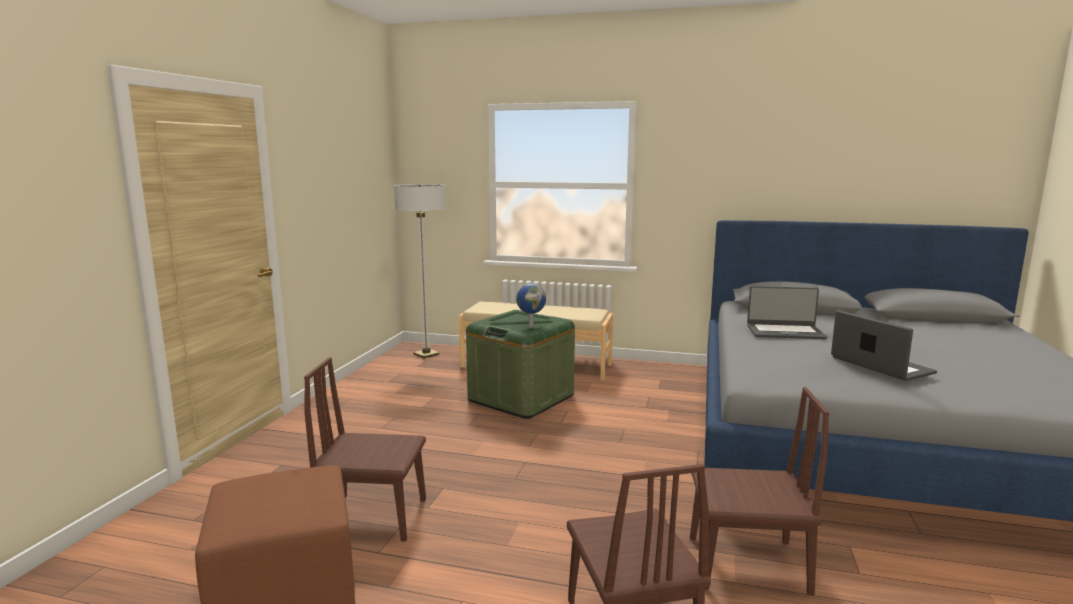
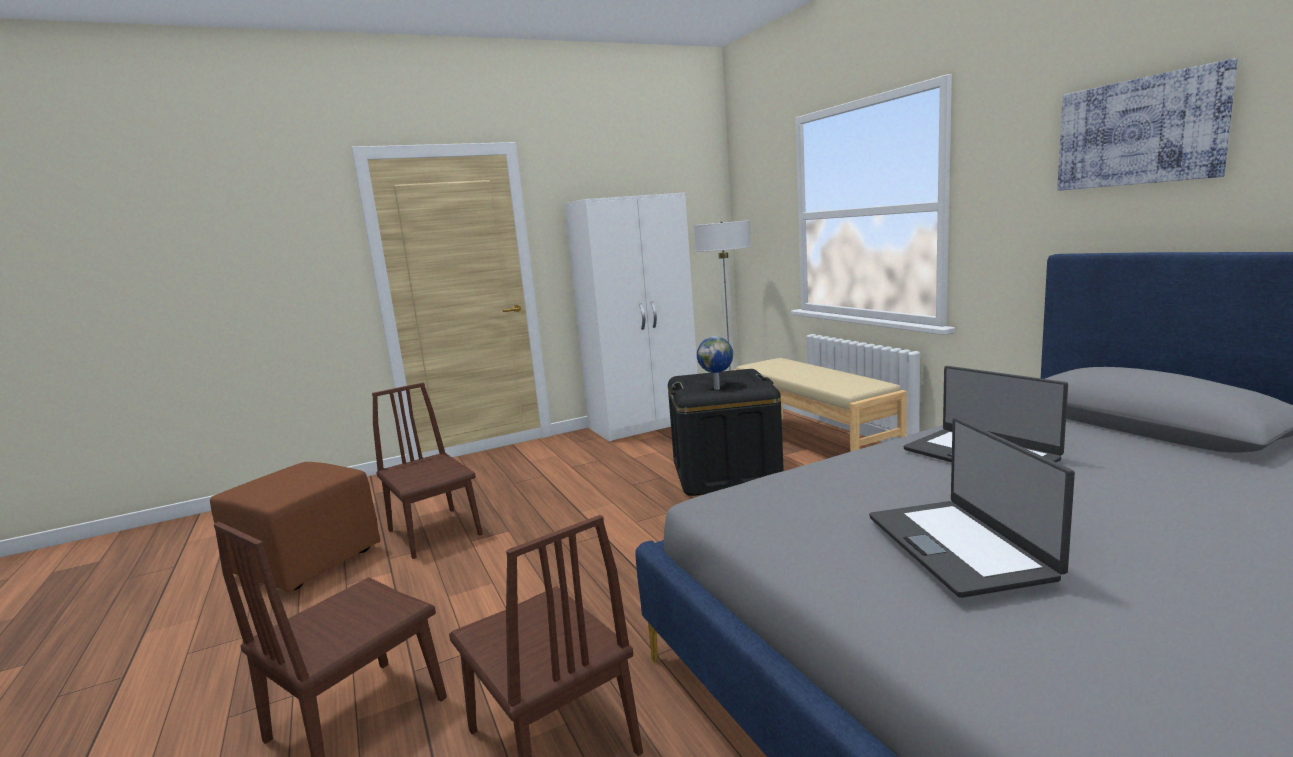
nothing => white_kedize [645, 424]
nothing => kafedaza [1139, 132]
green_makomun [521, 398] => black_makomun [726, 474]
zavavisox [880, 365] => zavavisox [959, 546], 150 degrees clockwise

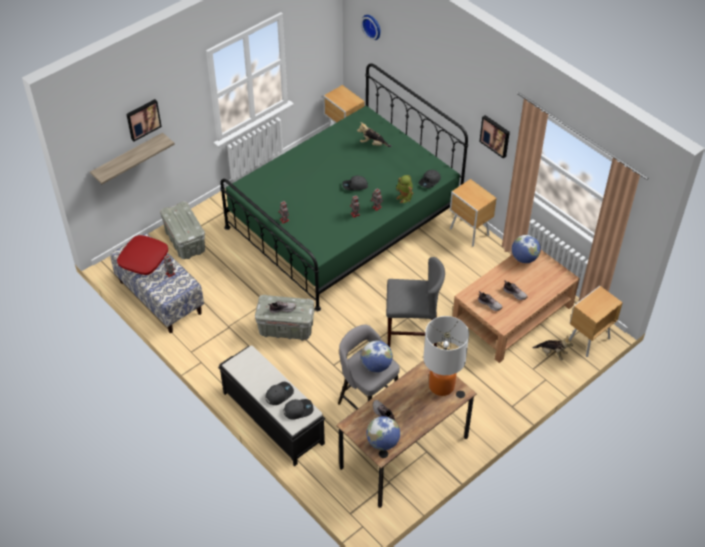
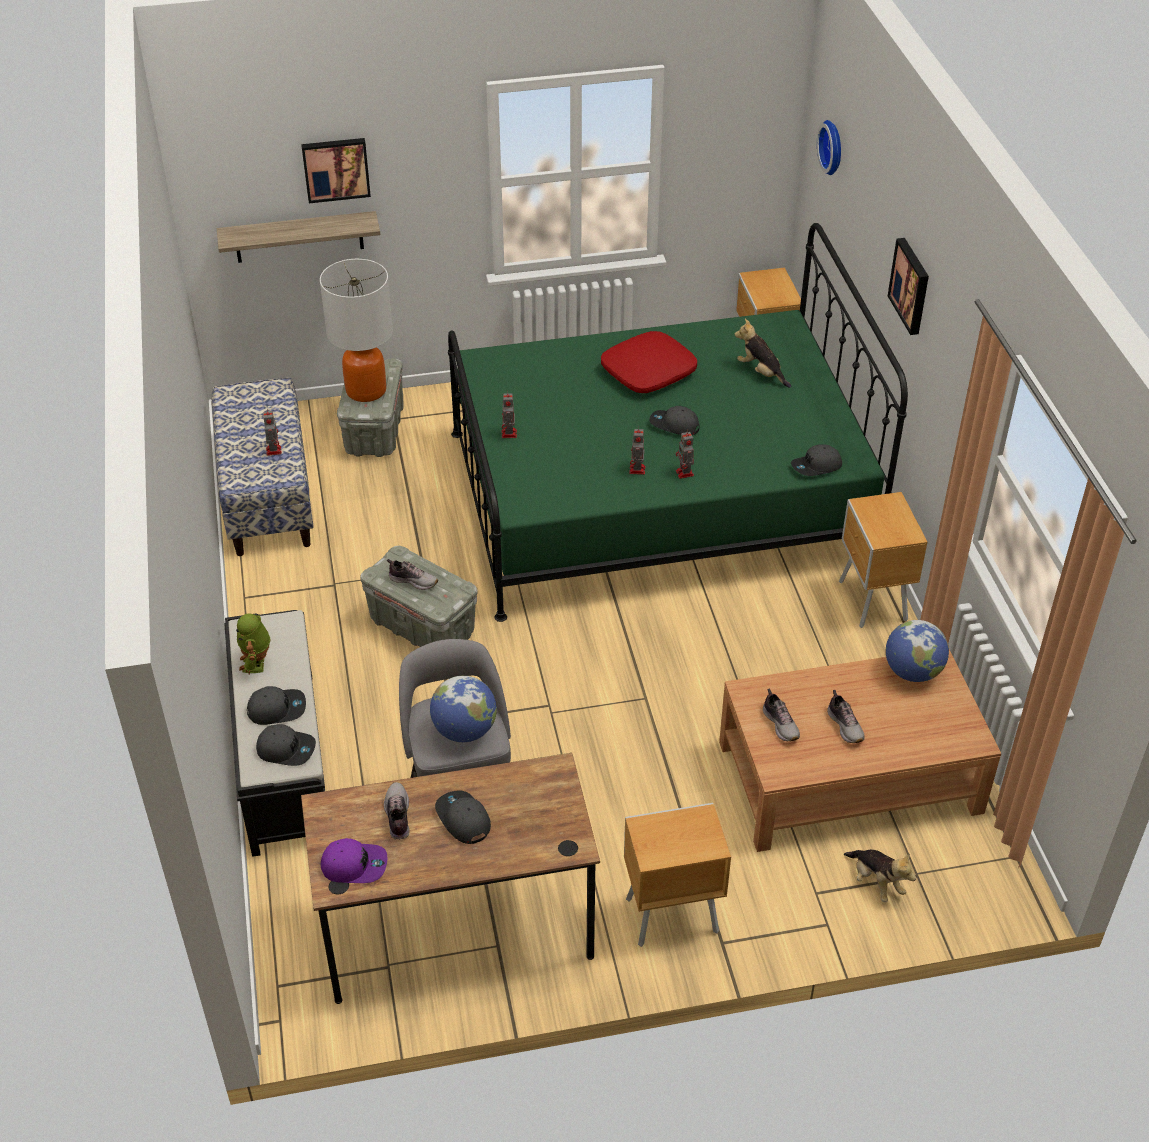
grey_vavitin [412, 331] => nothing
nothing => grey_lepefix [462, 819]
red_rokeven [143, 259] => red_rokeven [648, 371], shifted
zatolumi [404, 198] => zatolumi [257, 663], shifted
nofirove [441, 385] => nofirove [366, 390], shifted
kafedaza [495, 135] => kafedaza [911, 285], shifted
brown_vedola [587, 340] => brown_vedola [669, 915], shifted
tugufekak [383, 442] => purple_lepefix [354, 865]

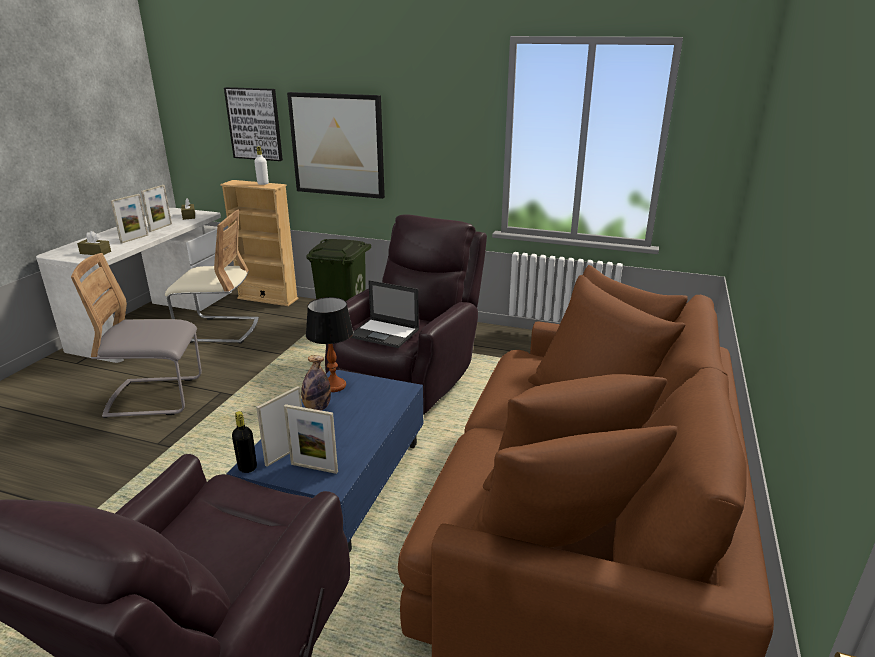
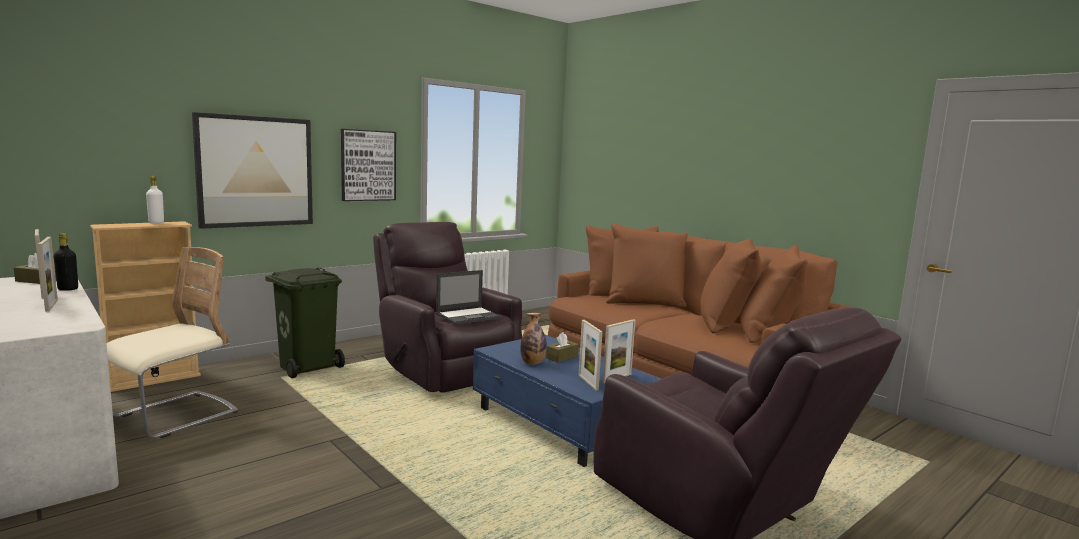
grey_vavitin [155, 397] => nothing
nofirove [333, 386] => nothing
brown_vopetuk [95, 252] => brown_vopetuk [562, 357], shifted
kafedaza [254, 124] => kafedaza [368, 165], shifted
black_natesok [247, 467] => black_natesok [68, 289], shifted

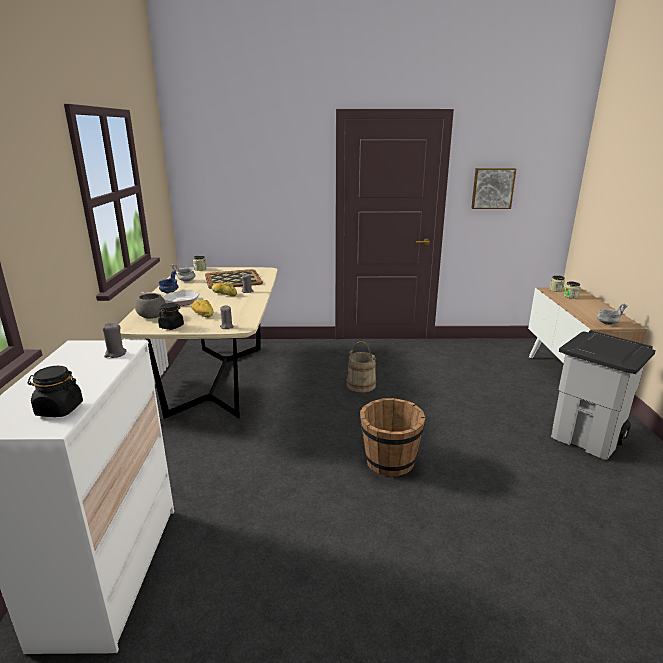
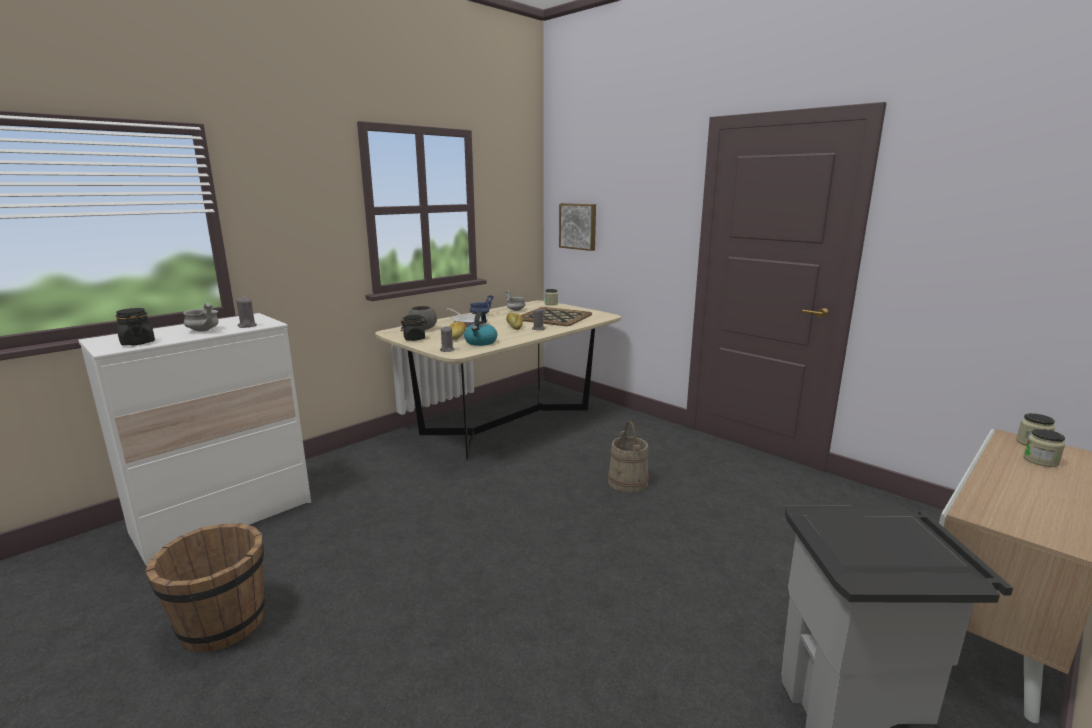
nothing => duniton [480, 342]
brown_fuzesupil [389, 461] => brown_fuzesupil [221, 624], shifted
kafedaza [492, 188] => kafedaza [578, 226], shifted
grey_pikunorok [607, 323] => grey_pikunorok [204, 330], shifted

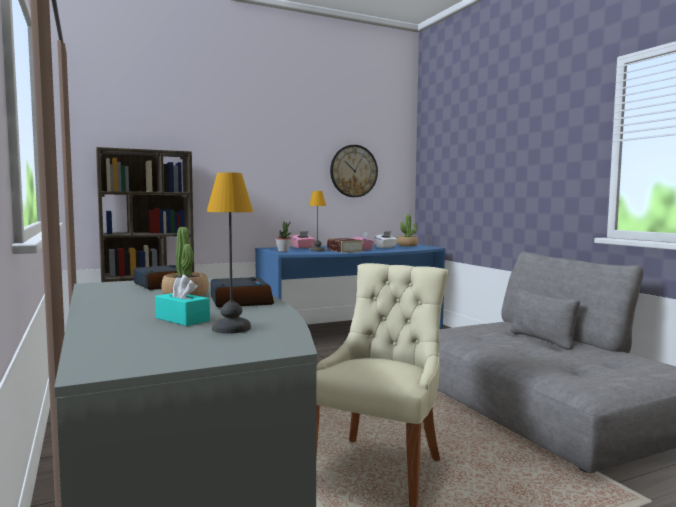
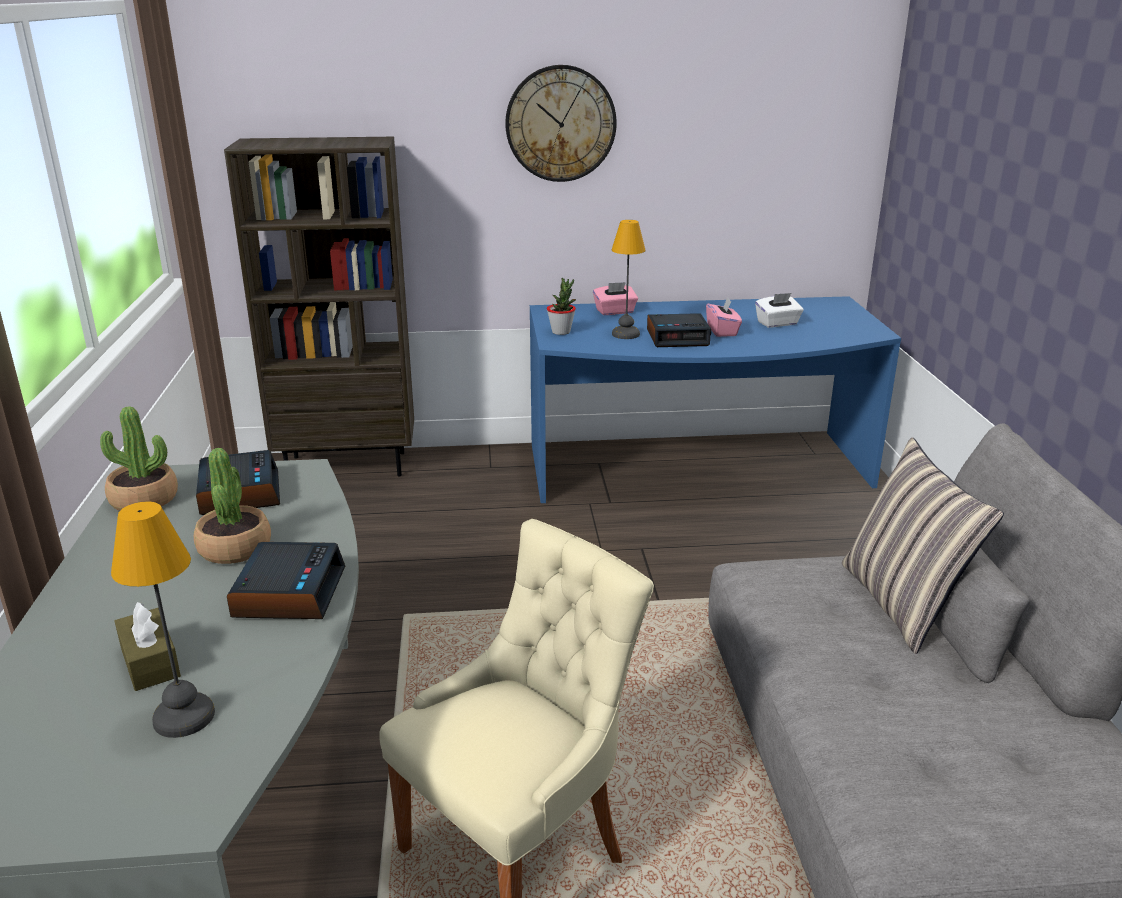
nothing => rokeven [902, 604]
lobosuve [353, 171] => lobosuve [560, 124], shifted
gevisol [407, 245] => gevisol [144, 499], shifted
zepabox [344, 250] => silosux [678, 338]
turquoise_vopetuk [182, 319] => brown_vopetuk [150, 662]

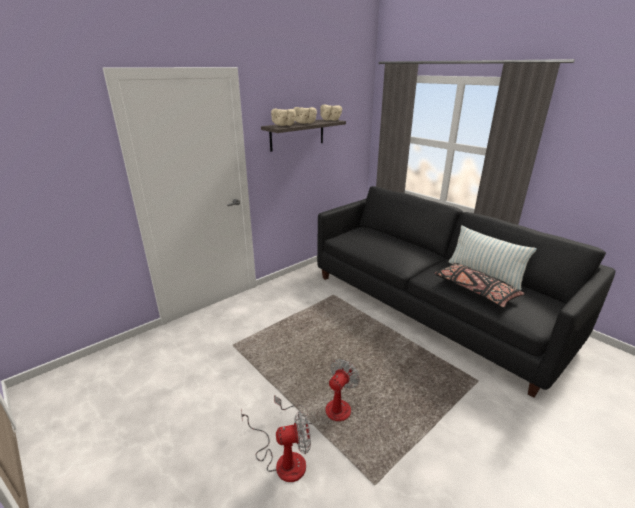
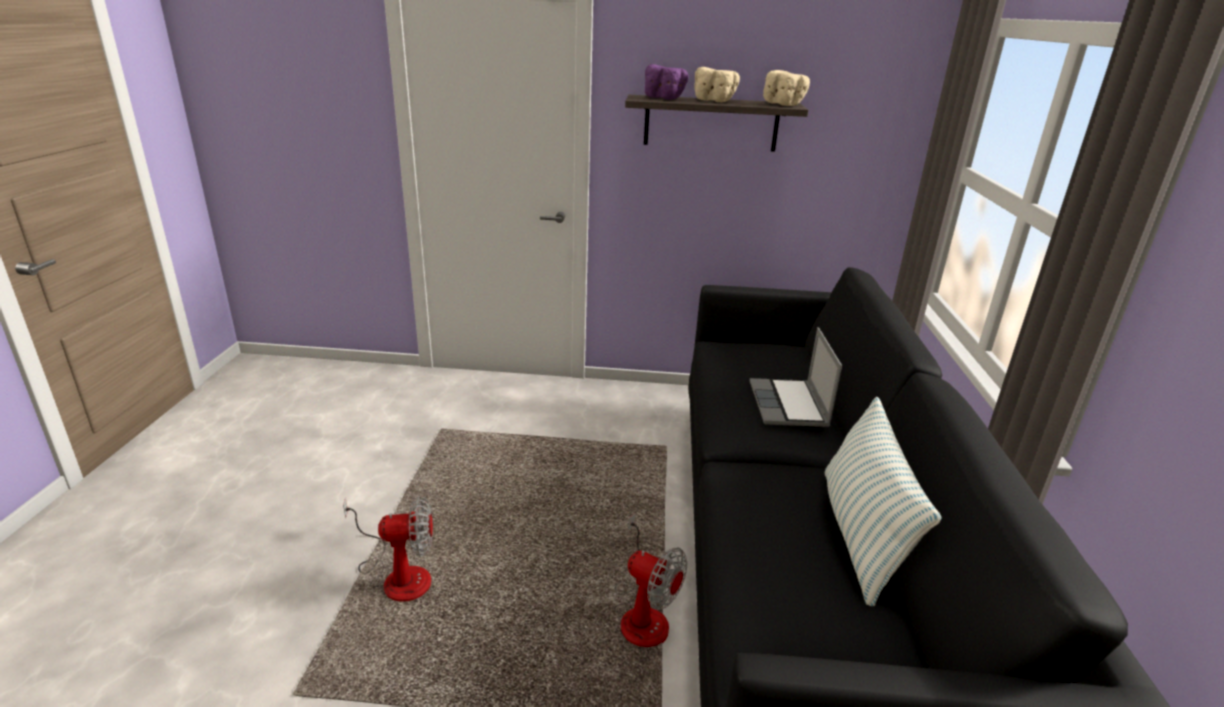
black_rokeven [474, 291] => nothing
nothing => zavavisox [789, 405]
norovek [282, 460] => norovek [642, 613], shifted
beige_pikunorok [284, 125] => purple_pikunorok [664, 98]

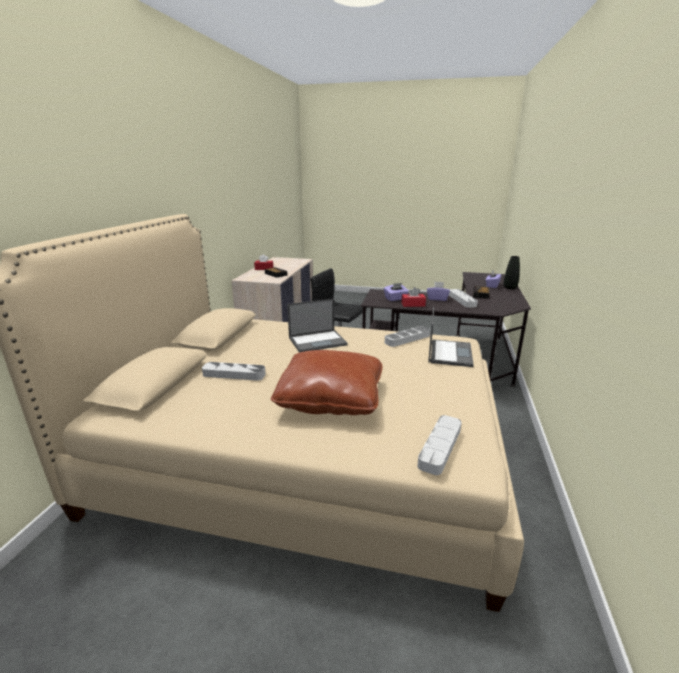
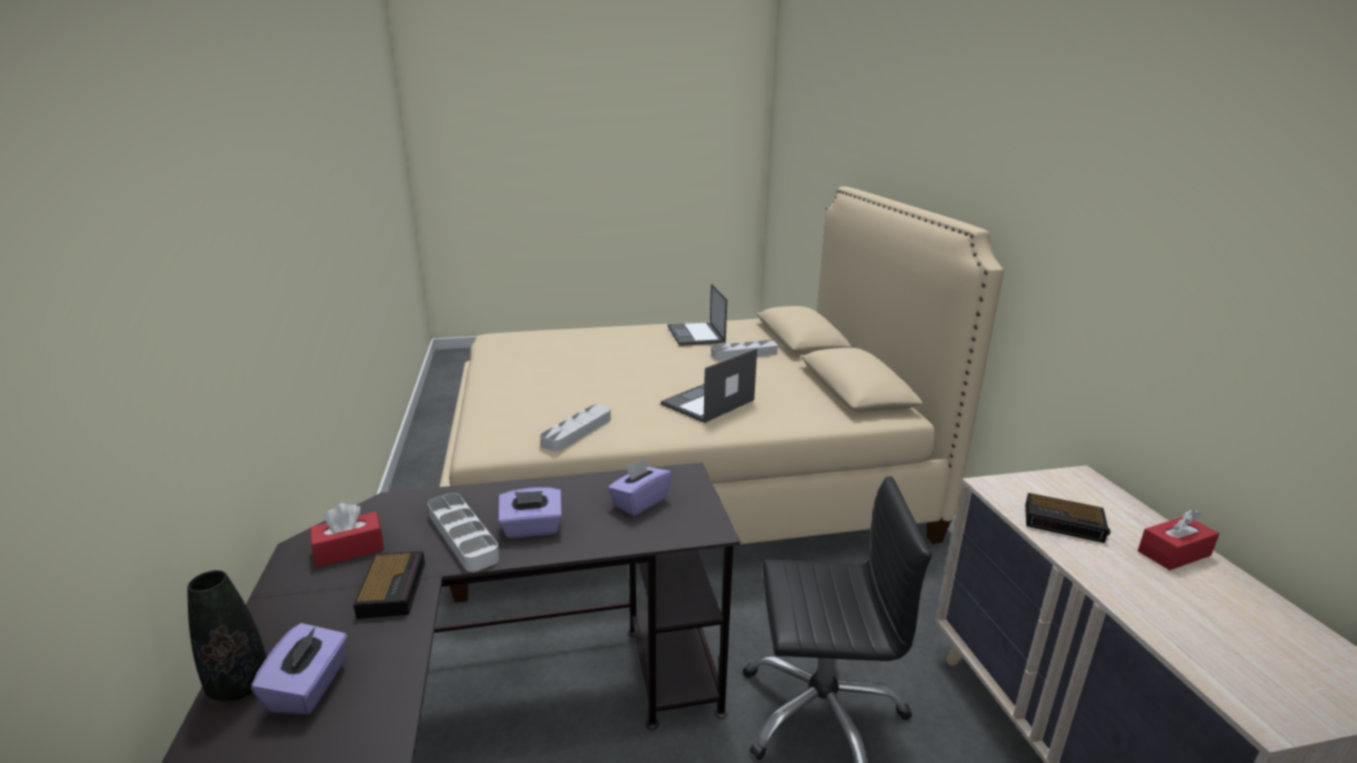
brown_rokeven [330, 398] => nothing
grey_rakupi [440, 447] => nothing
red_vopetuk [413, 304] => red_vopetuk [349, 549], shifted
zavavisox [449, 353] => zavavisox [696, 335], shifted

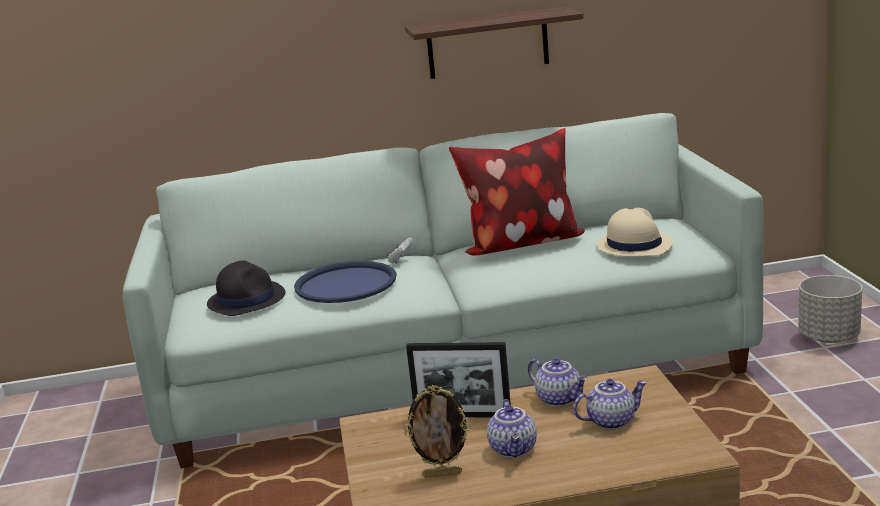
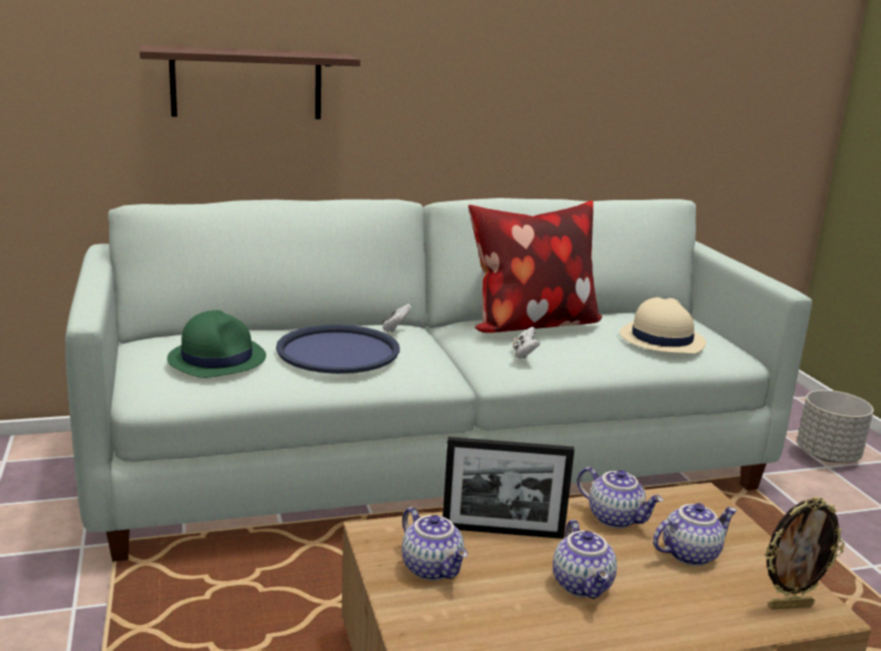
nothing => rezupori [433, 568]
nothing => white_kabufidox [524, 354]
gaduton [442, 474] => gaduton [790, 606], shifted
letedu [487, 43] => letedu [247, 83], shifted
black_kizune [246, 299] => green_kizune [217, 358]

